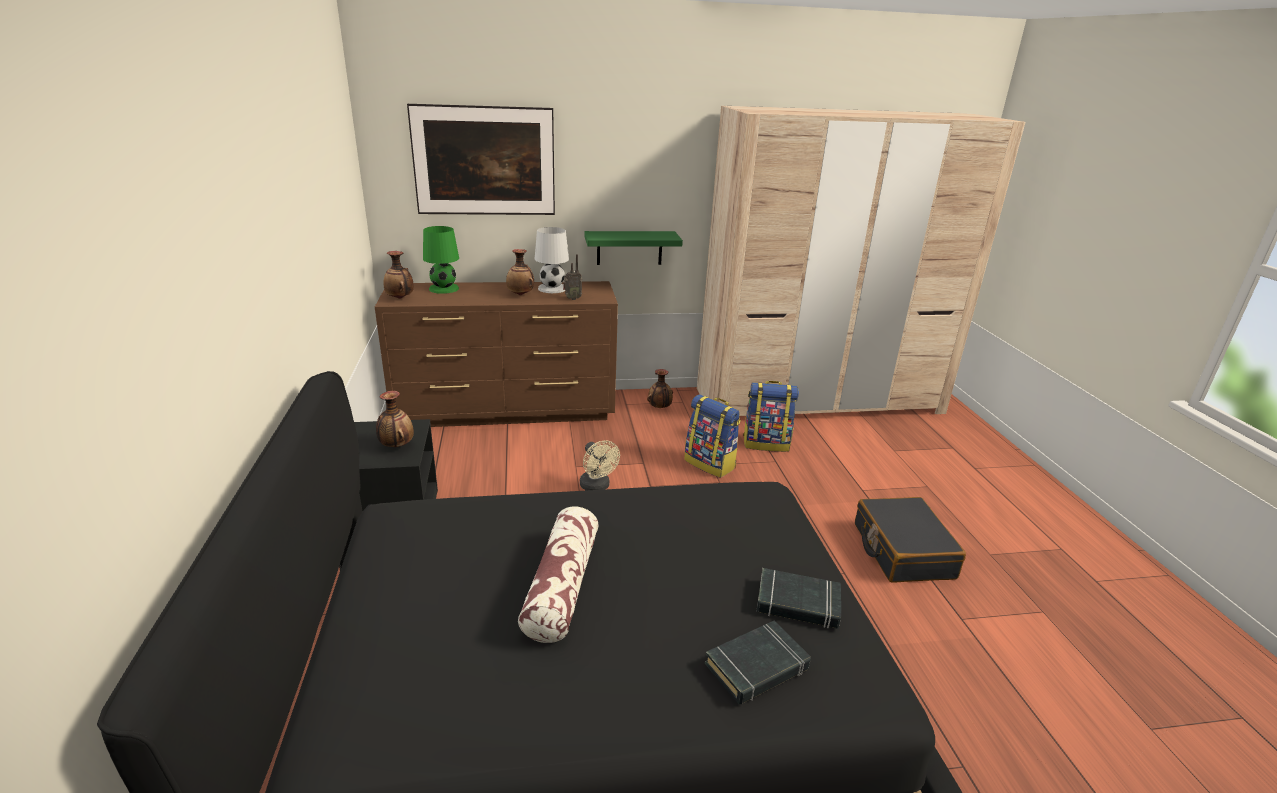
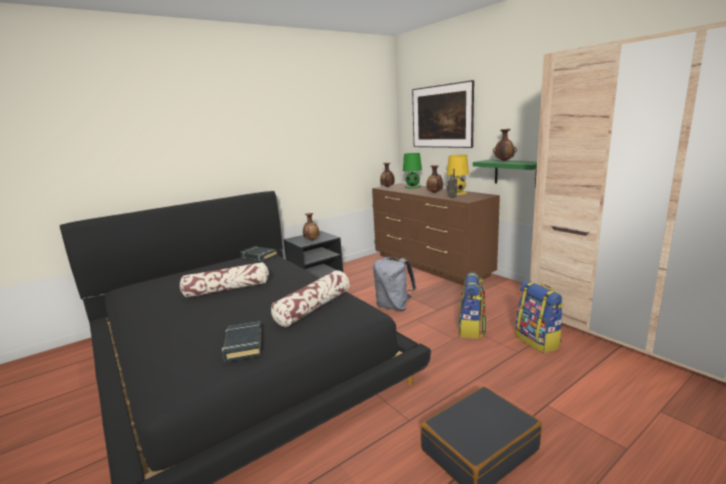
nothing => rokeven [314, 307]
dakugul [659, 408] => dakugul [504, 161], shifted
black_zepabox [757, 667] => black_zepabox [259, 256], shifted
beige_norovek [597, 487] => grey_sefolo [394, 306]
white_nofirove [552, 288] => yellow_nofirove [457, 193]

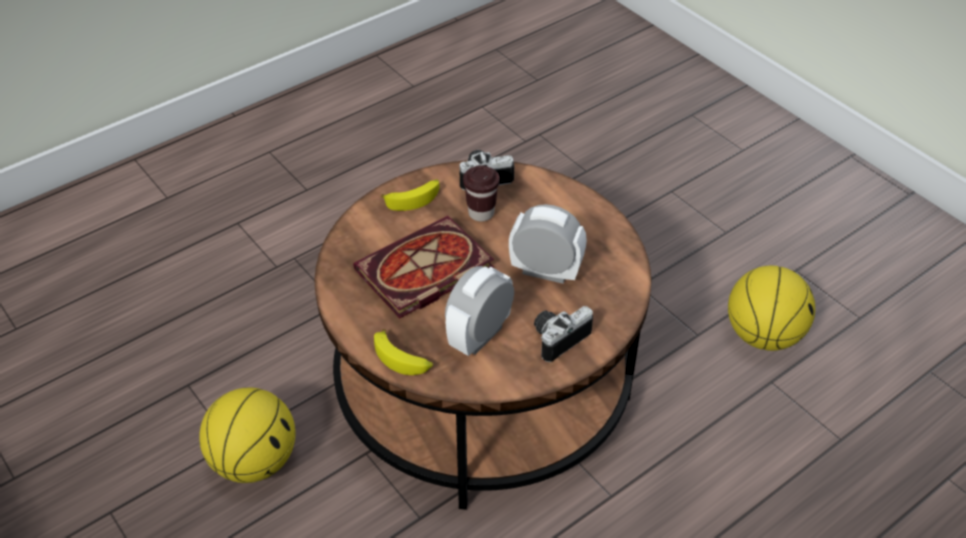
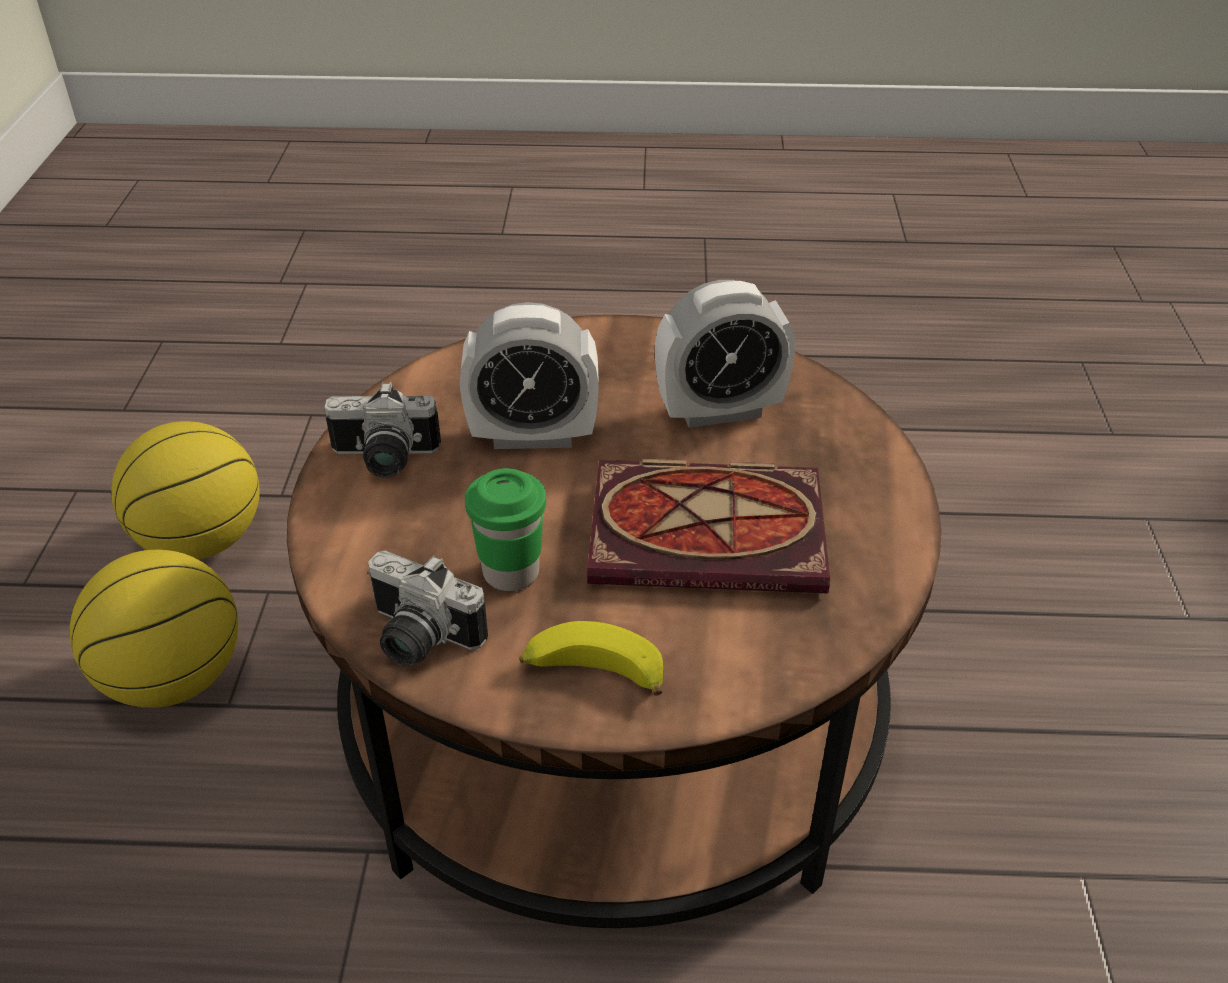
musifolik [402, 359] => nothing
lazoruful [255, 460] => lazoruful [172, 679], shifted
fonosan [557, 337] => fonosan [383, 460], shifted
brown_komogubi [481, 213] => green_komogubi [511, 573]
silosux [545, 271] => silosux [533, 436], 60 degrees counterclockwise

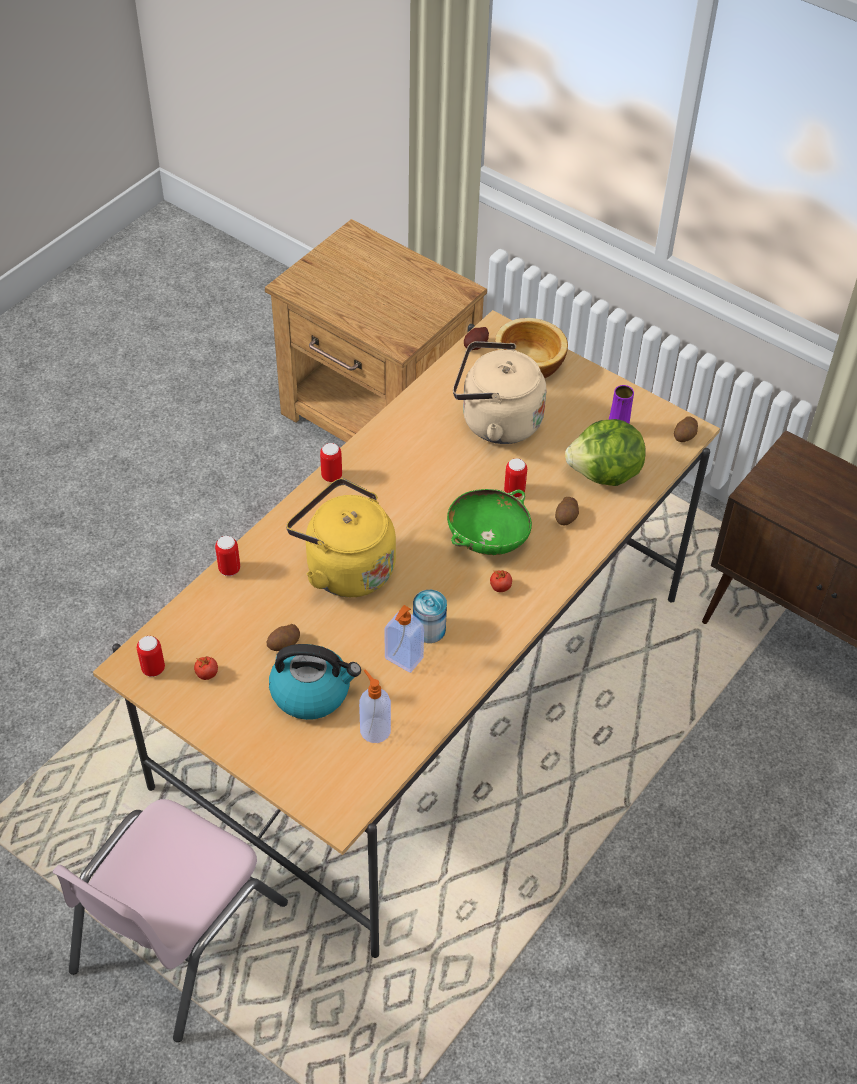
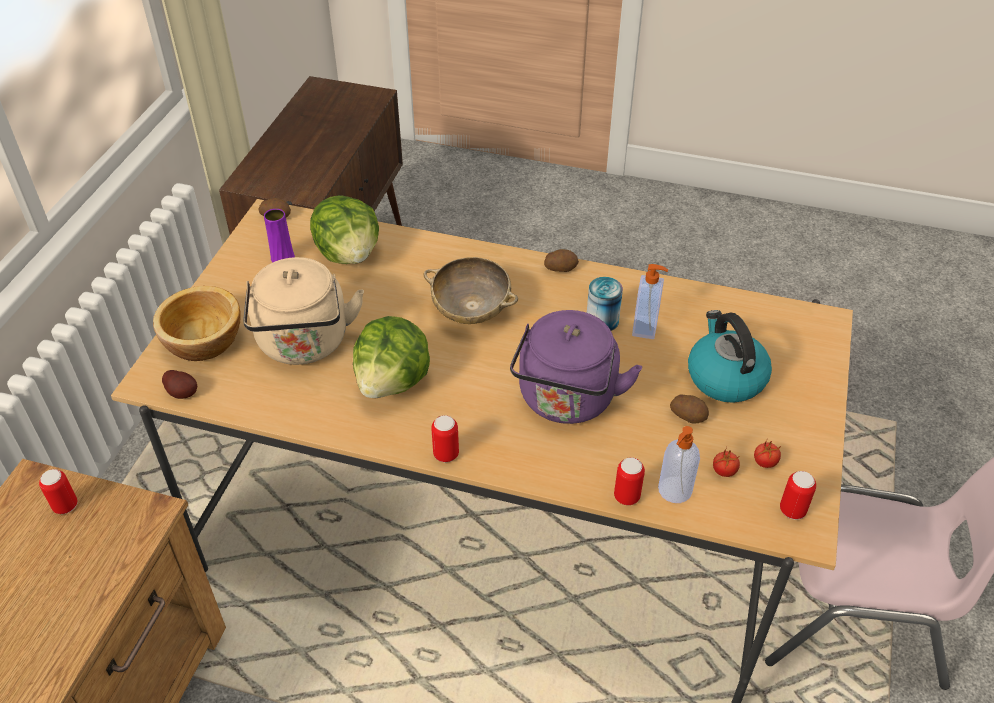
nothing => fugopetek [393, 382]
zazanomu [374, 729] => zazanomu [674, 491], shifted
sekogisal [500, 587] => sekogisal [724, 471], shifted
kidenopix [514, 491] => kidenopix [65, 506], shifted
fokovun [566, 517] => fokovun [560, 268], shifted
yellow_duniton [345, 567] => purple_duniton [566, 401]
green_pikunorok [487, 539] => beige_pikunorok [471, 310]

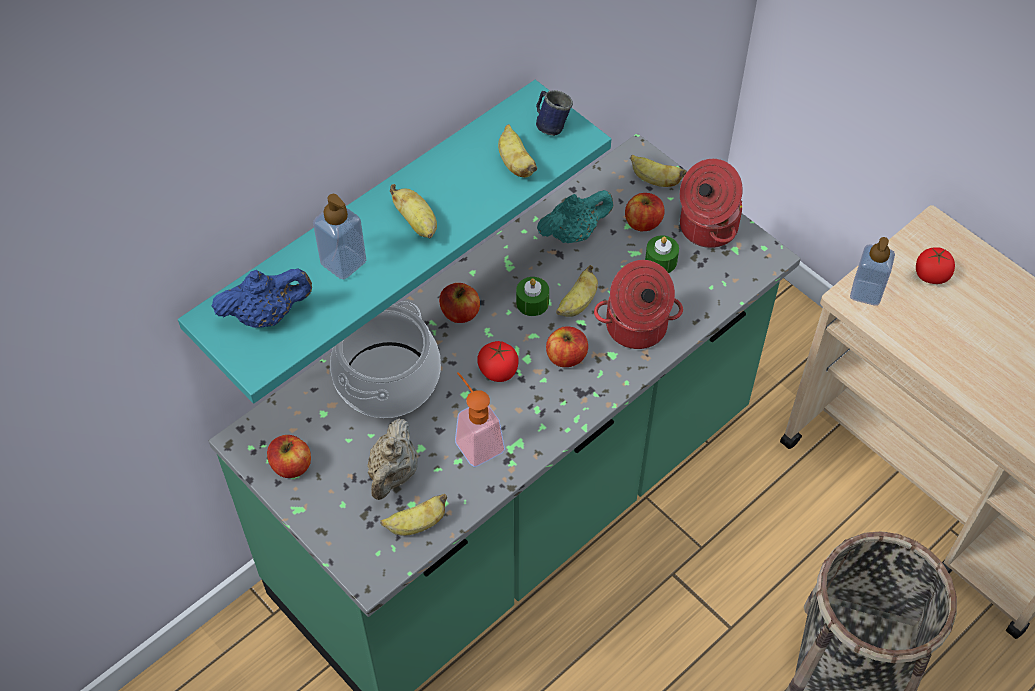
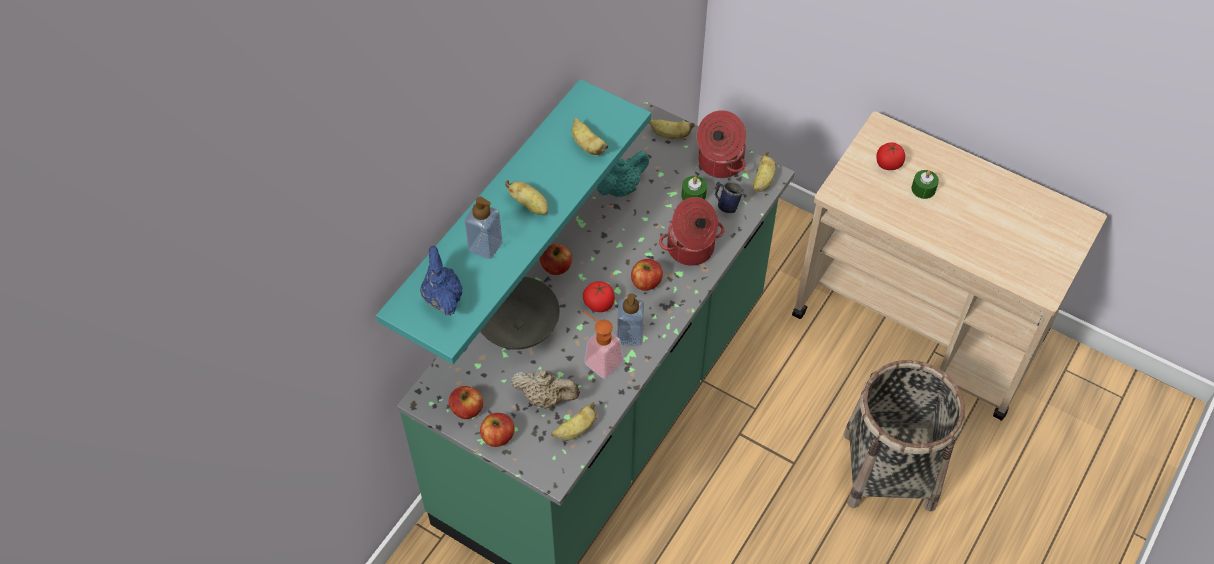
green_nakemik [532, 302] => green_nakemik [923, 189], shifted
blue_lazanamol [550, 124] => blue_lazanamol [726, 204], shifted
musifolik [577, 304] => musifolik [762, 181], shifted
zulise [643, 222] => zulise [498, 436], shifted
zazanomu [866, 292] => zazanomu [630, 335], shifted
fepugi [388, 380] => grey_pikunorok [518, 329]
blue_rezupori [267, 315] => blue_rezupori [442, 297], 75 degrees counterclockwise
beige_rezupori [393, 474] => beige_rezupori [546, 398], 75 degrees counterclockwise

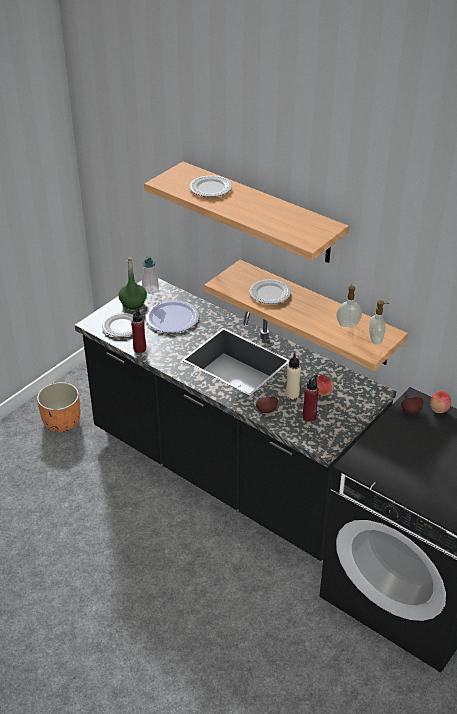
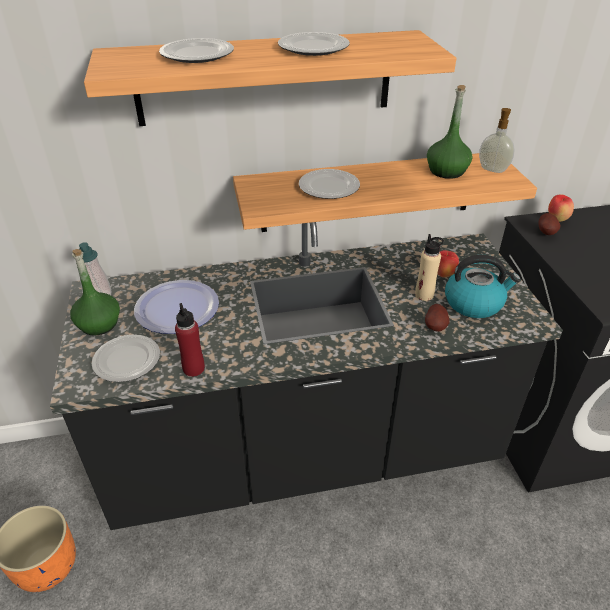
nothing => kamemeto [313, 48]
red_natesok [309, 416] => duniton [474, 303]
zazanomu [348, 324] => green_natesok [446, 171]

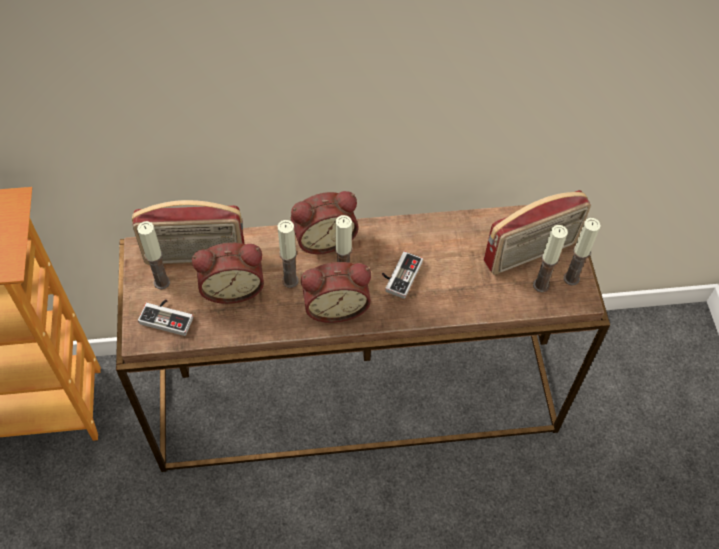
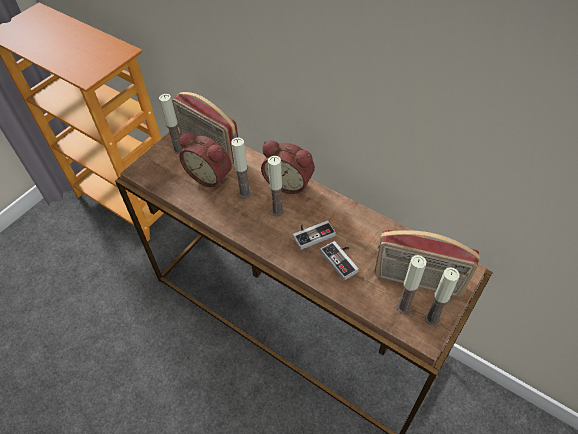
silosux [335, 305] => nothing
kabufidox [168, 316] => kabufidox [342, 260], shifted

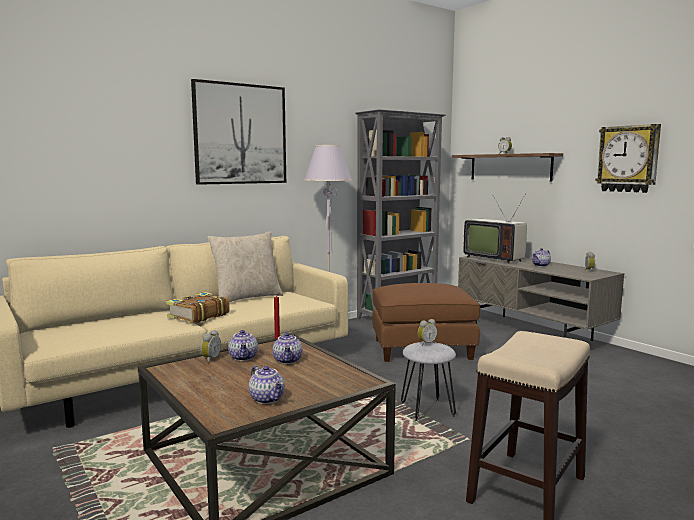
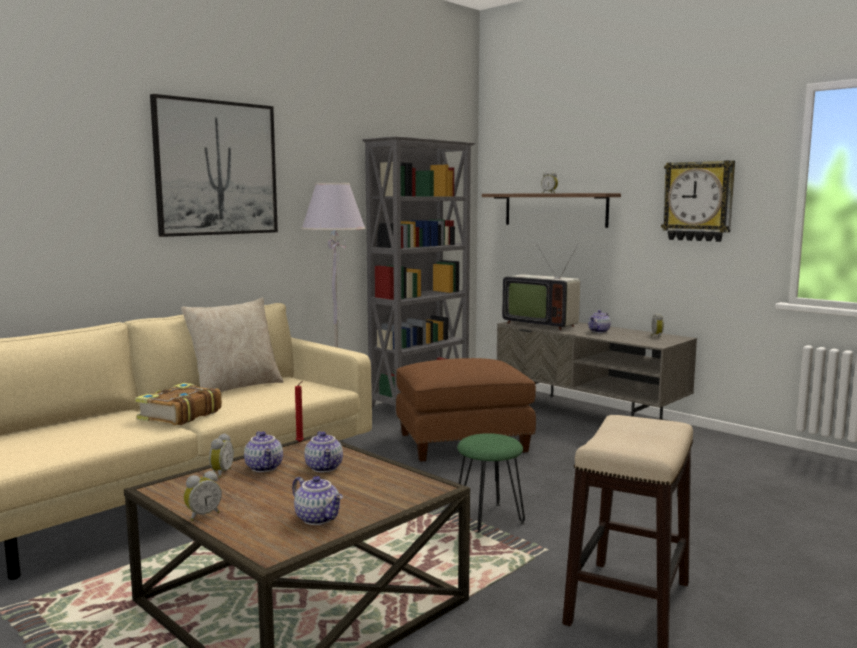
silosux [426, 344] => silosux [202, 515], shifted
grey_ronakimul [427, 409] => green_ronakimul [488, 517]

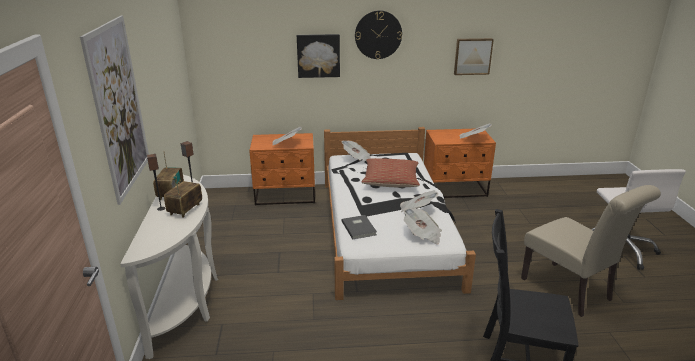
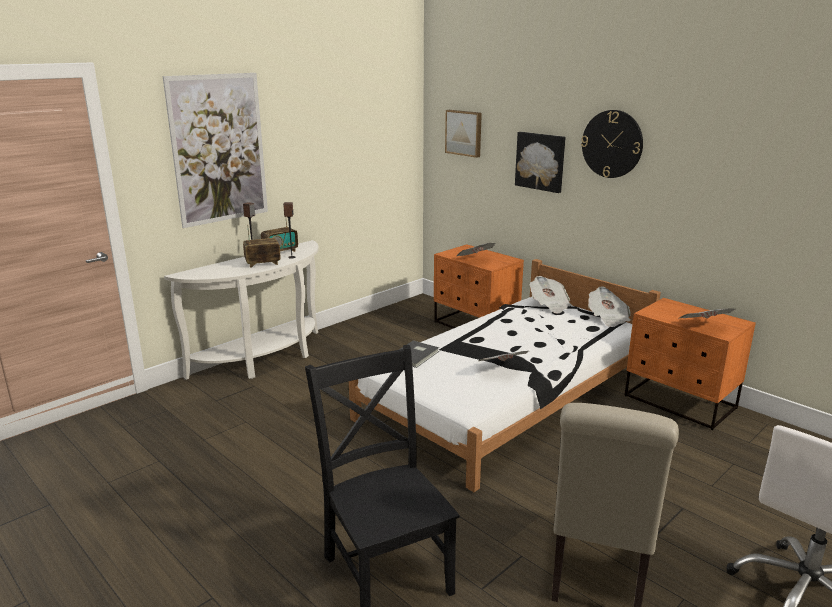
rokeven [391, 181] => nothing
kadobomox [422, 235] => kadobomox [608, 318], shifted
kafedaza [472, 56] => kafedaza [464, 133], shifted

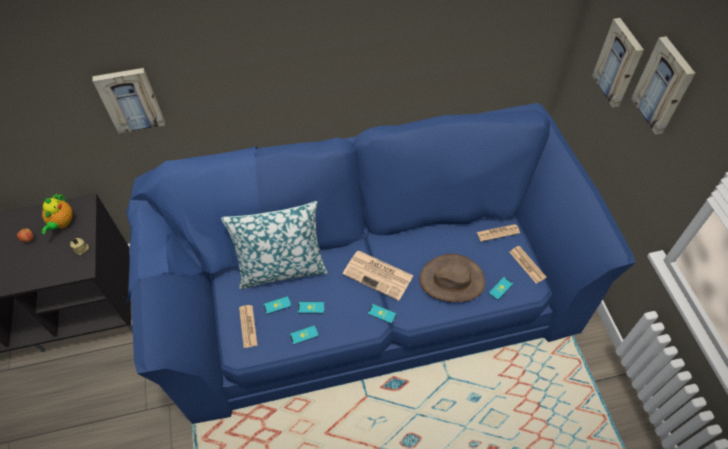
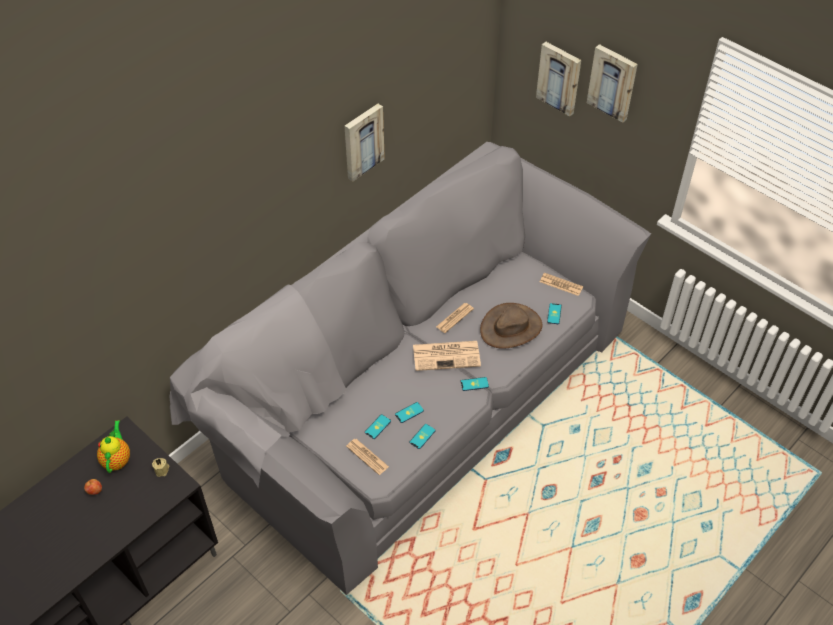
rokeven [282, 268] => nothing
kafedaza [130, 99] => kafedaza [362, 141], shifted
kadobomox [498, 233] => kadobomox [454, 318], shifted
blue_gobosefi [368, 293] => grey_gobosefi [419, 395]
rezupori [62, 223] => rezupori [117, 459], 150 degrees counterclockwise

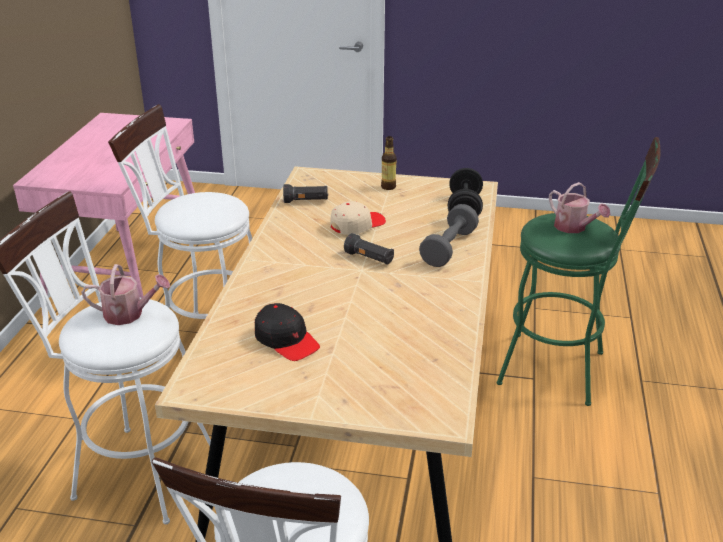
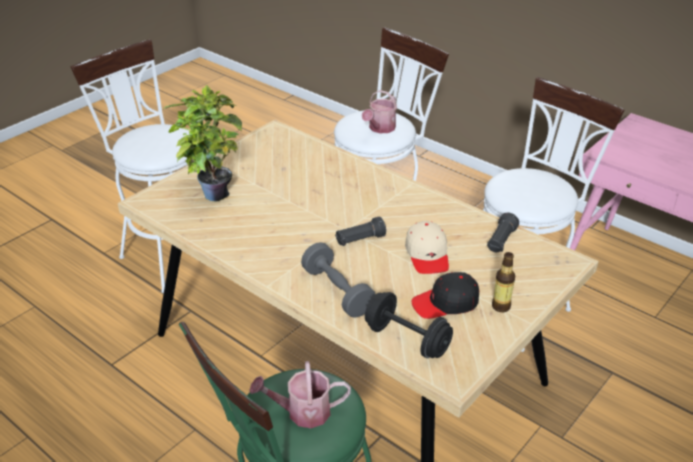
nothing => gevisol [211, 192]
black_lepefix [286, 340] => black_lepefix [446, 303], shifted

